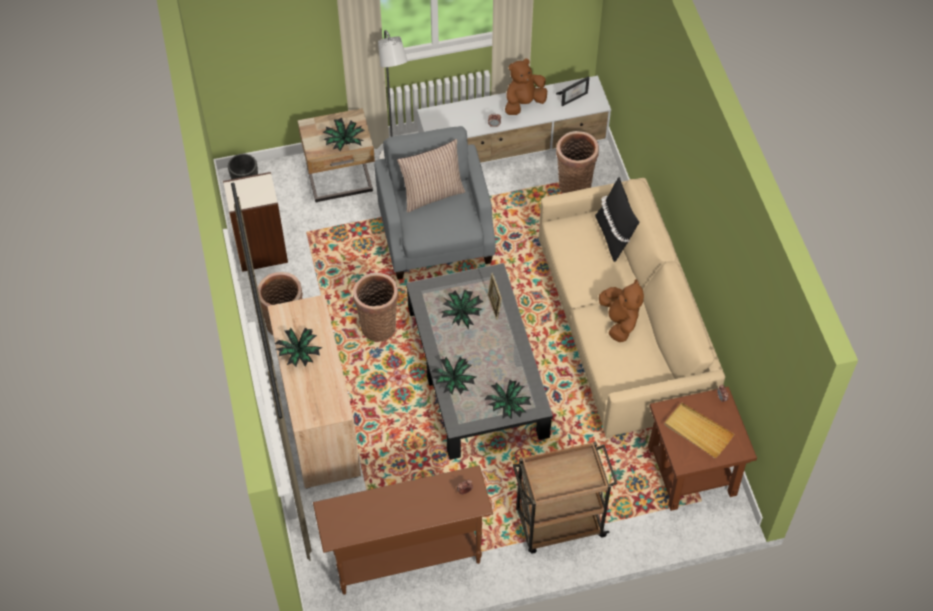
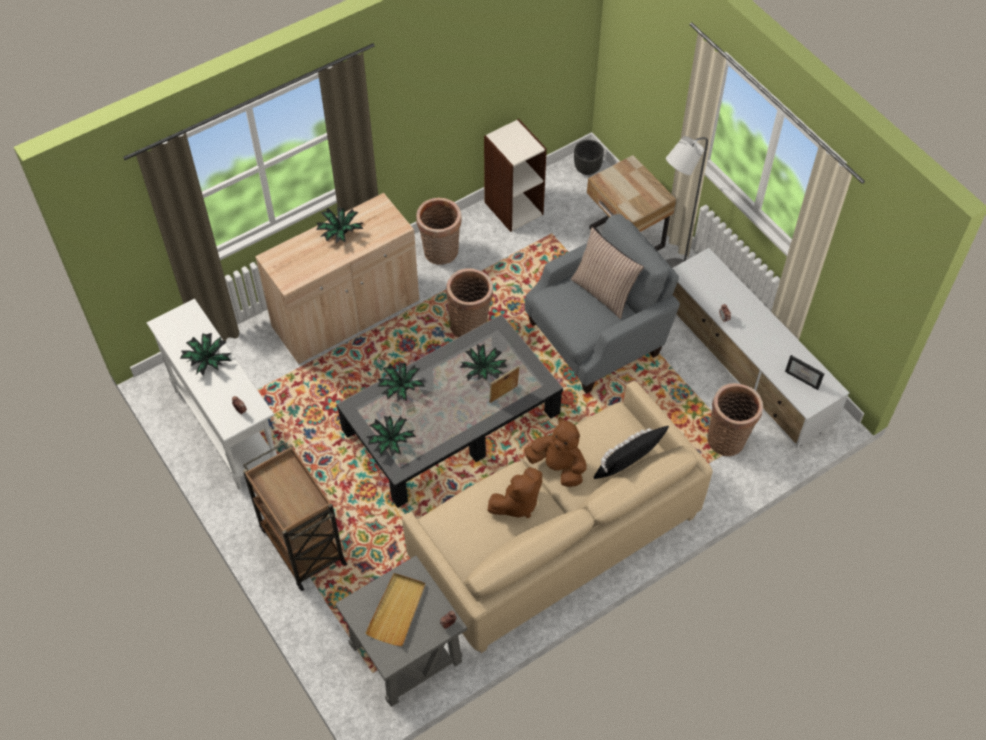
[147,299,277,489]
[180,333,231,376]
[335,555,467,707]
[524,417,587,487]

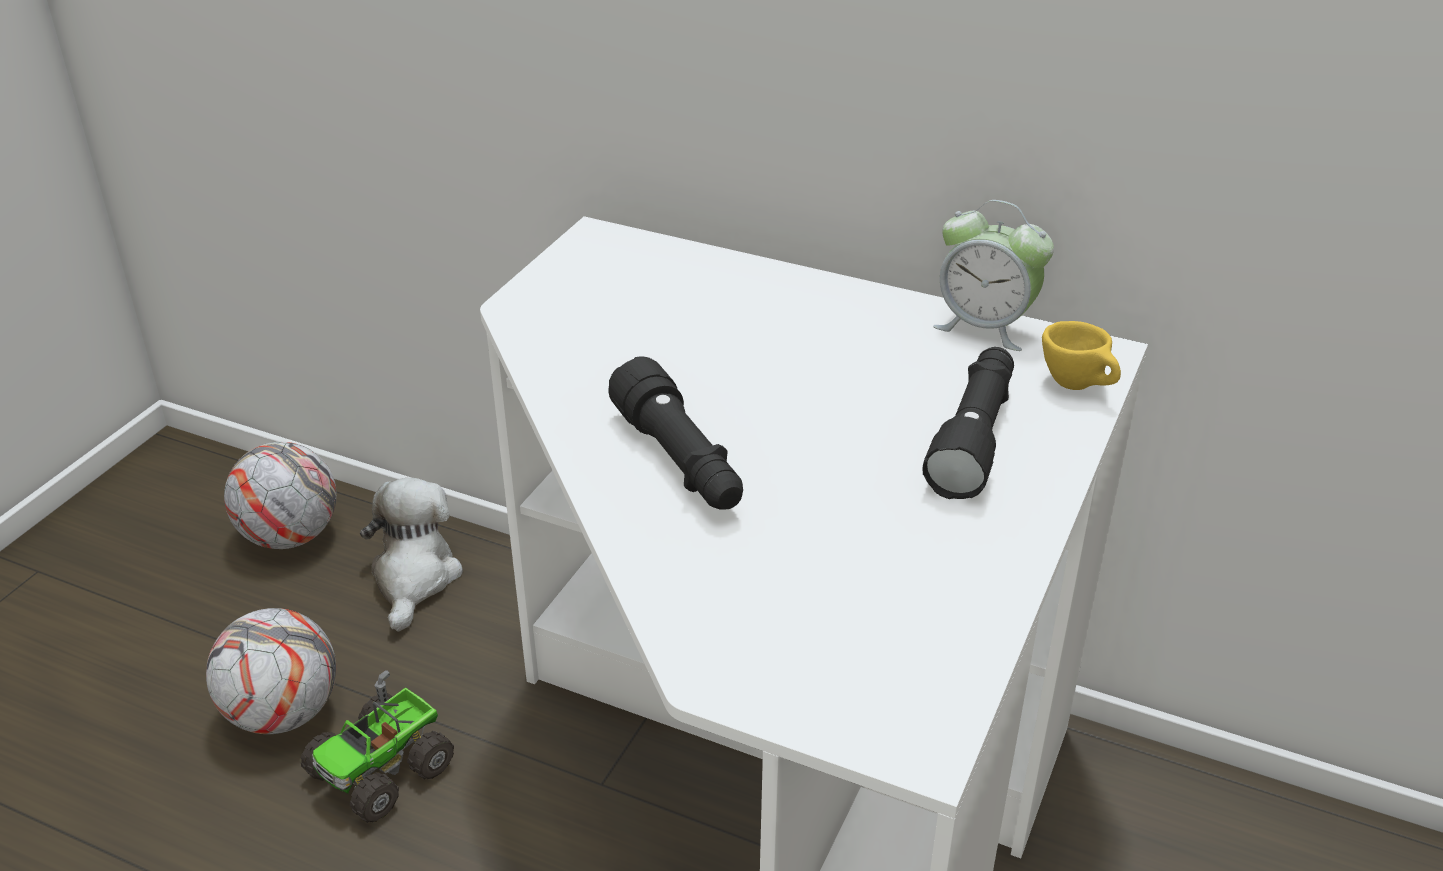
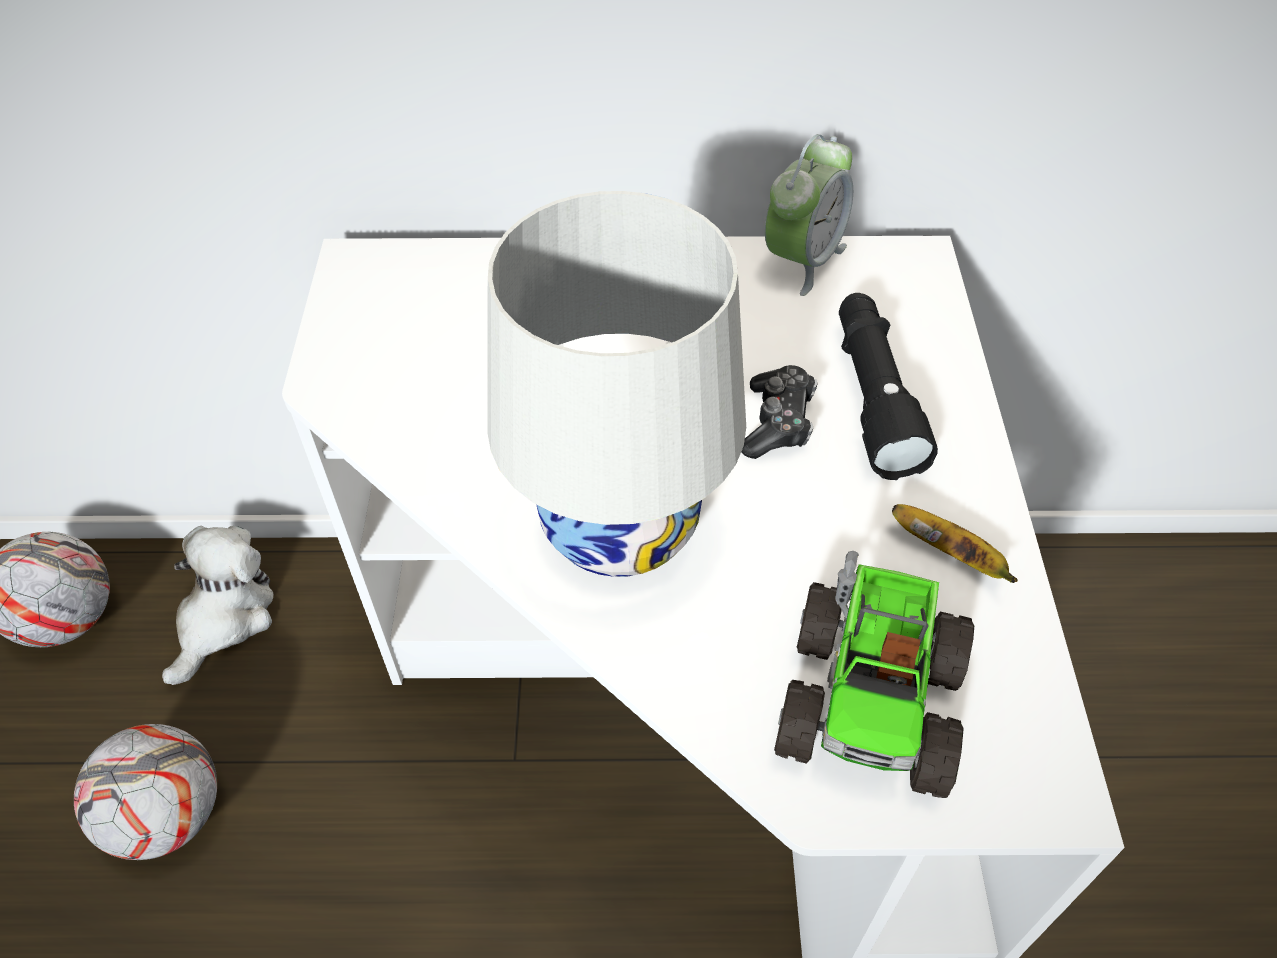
[162,526,274,685]
[487,191,746,577]
[741,365,818,459]
[765,134,853,296]
[774,551,974,798]
[892,504,1018,583]
[1042,321,1121,390] (first image)

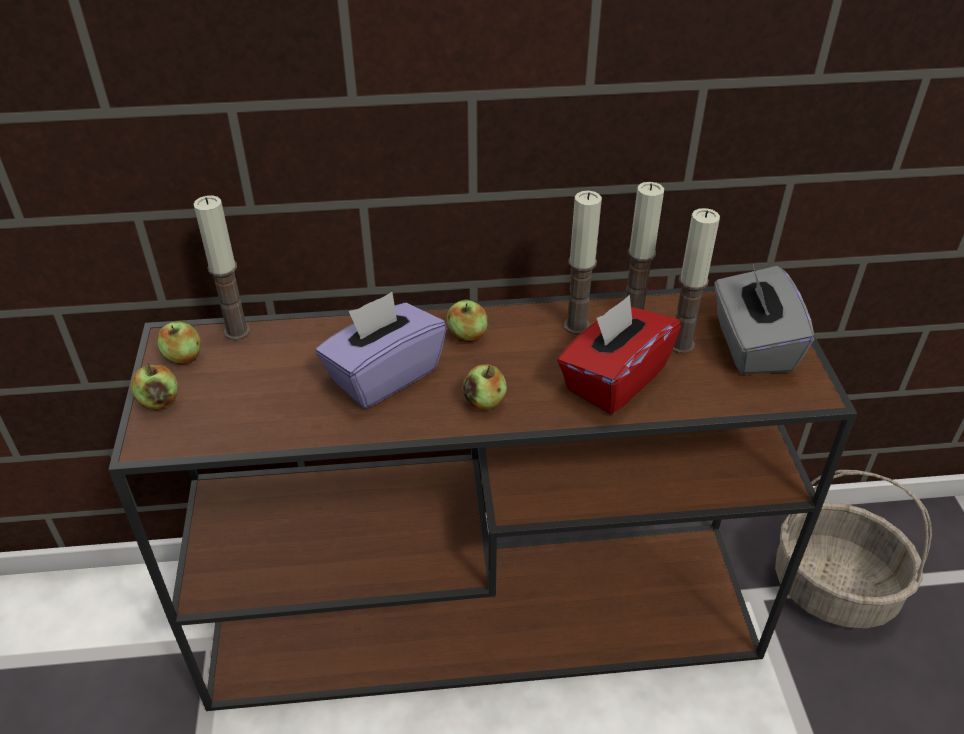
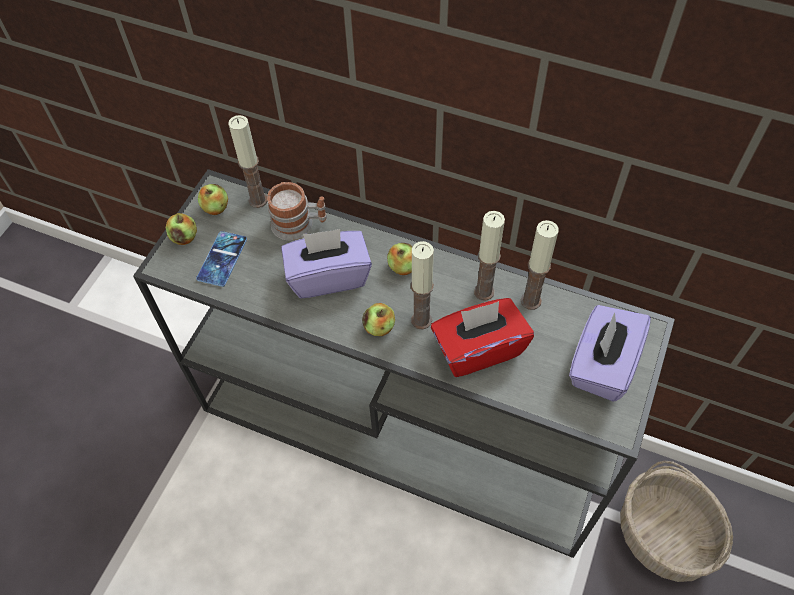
[133,169,675,558]
[196,231,247,287]
[267,182,327,240]
[411,241,434,330]
[569,305,651,401]

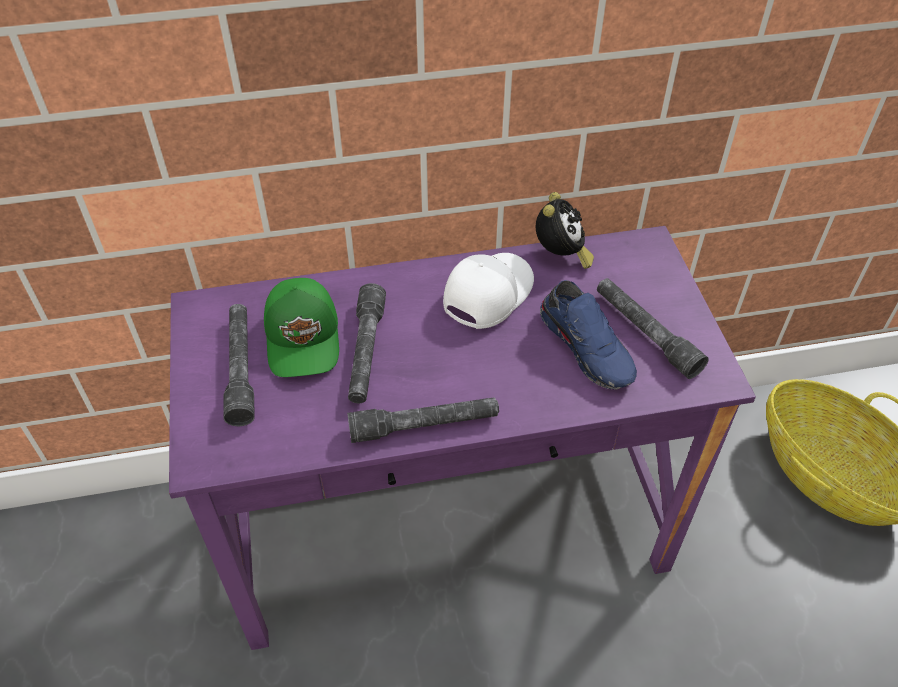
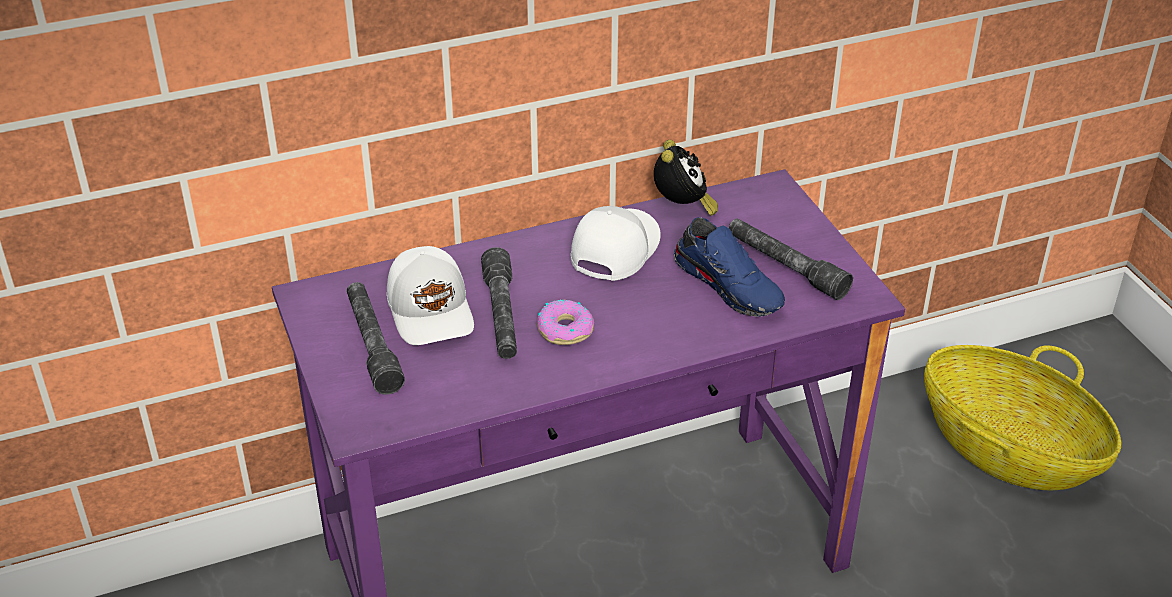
[387,246,474,345]
[537,299,594,345]
[347,397,499,443] (first image)

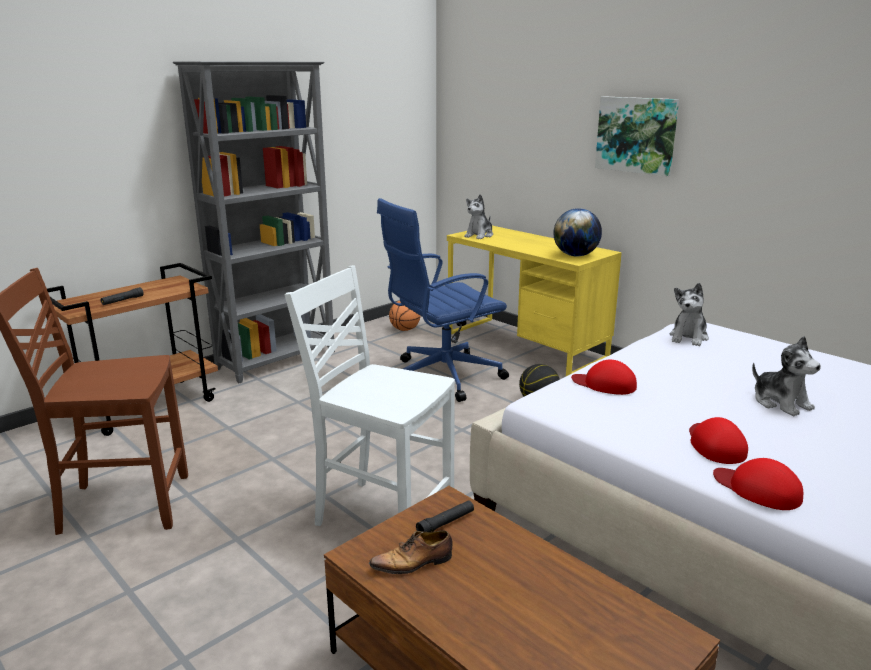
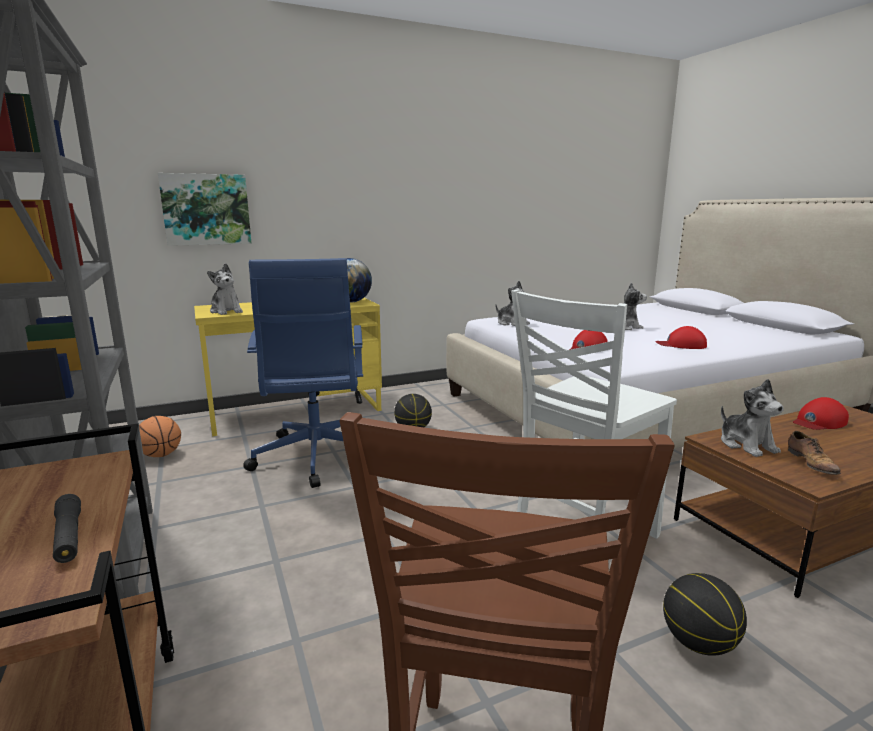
[158,173,252,246]
[663,573,747,656]
[721,379,784,457]
[793,397,849,430]

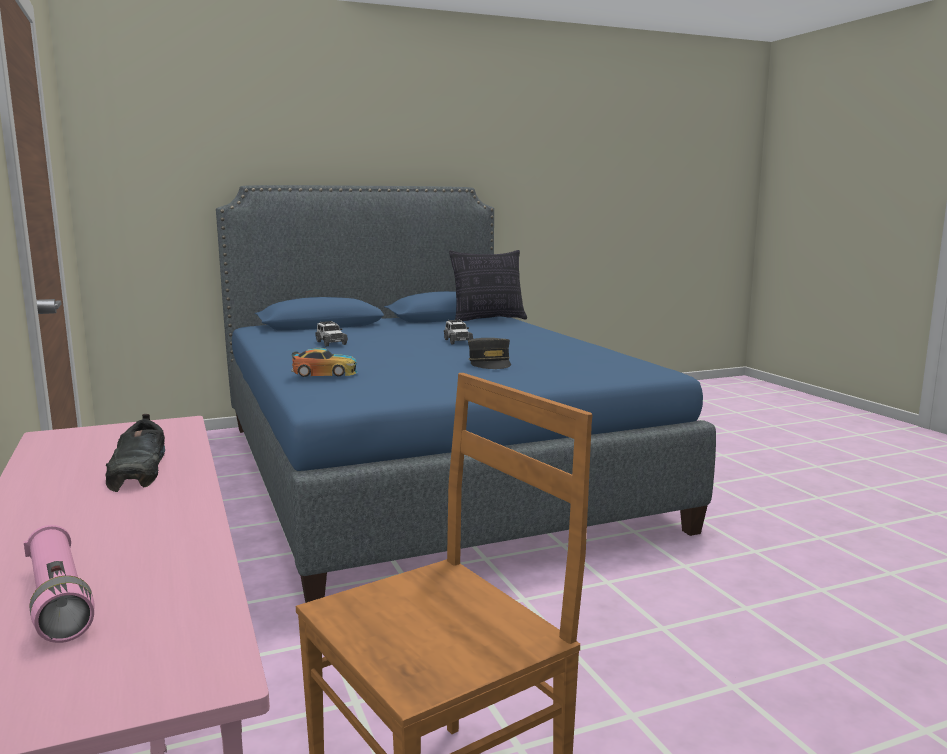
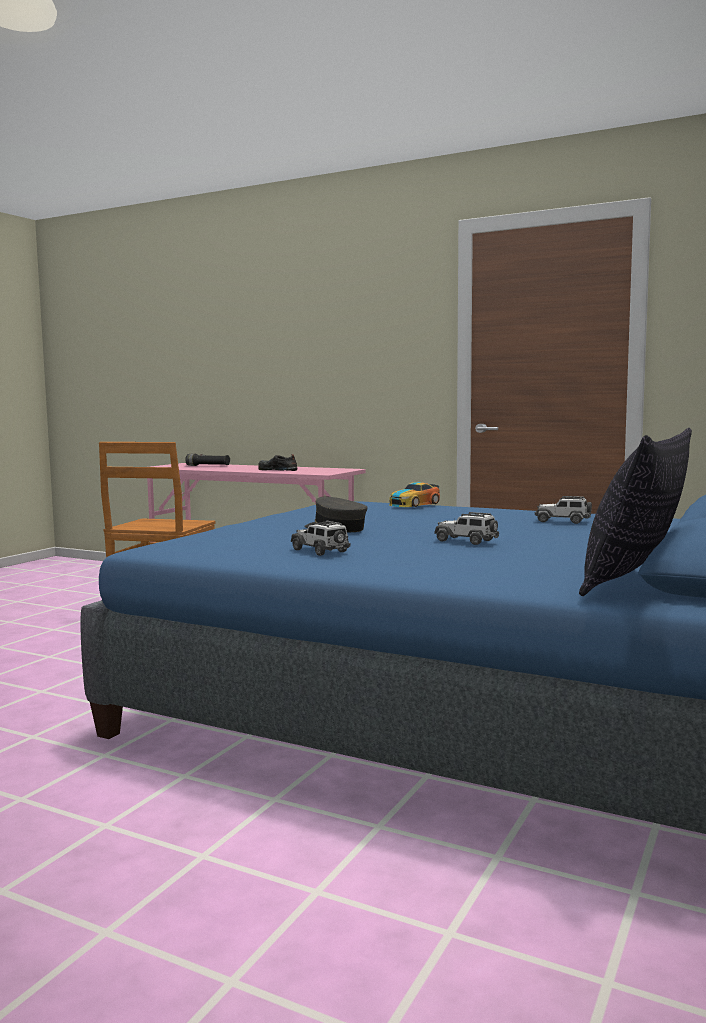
[185,454,230,466]
[291,521,350,556]

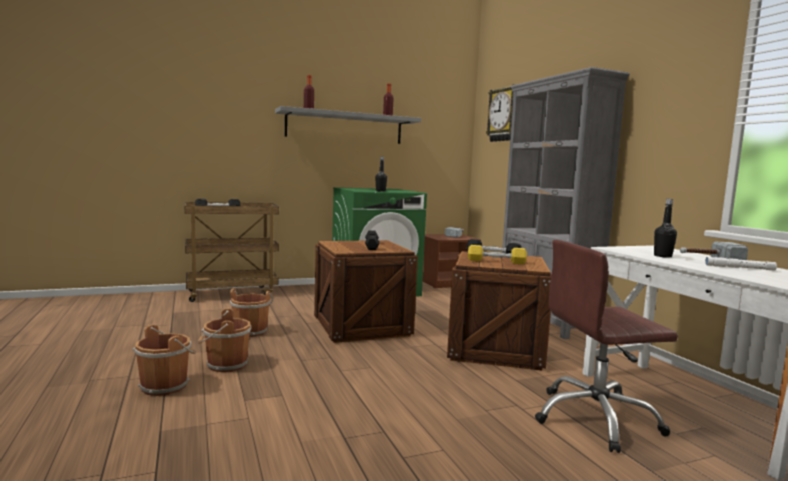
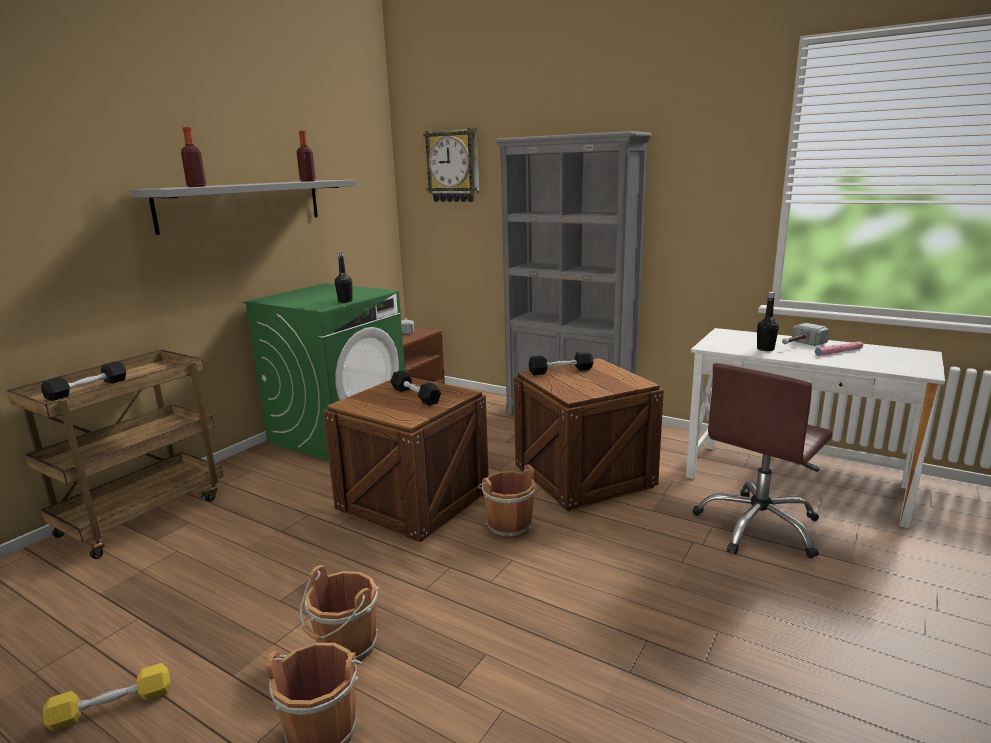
[42,663,170,731]
[478,465,536,538]
[815,341,863,356]

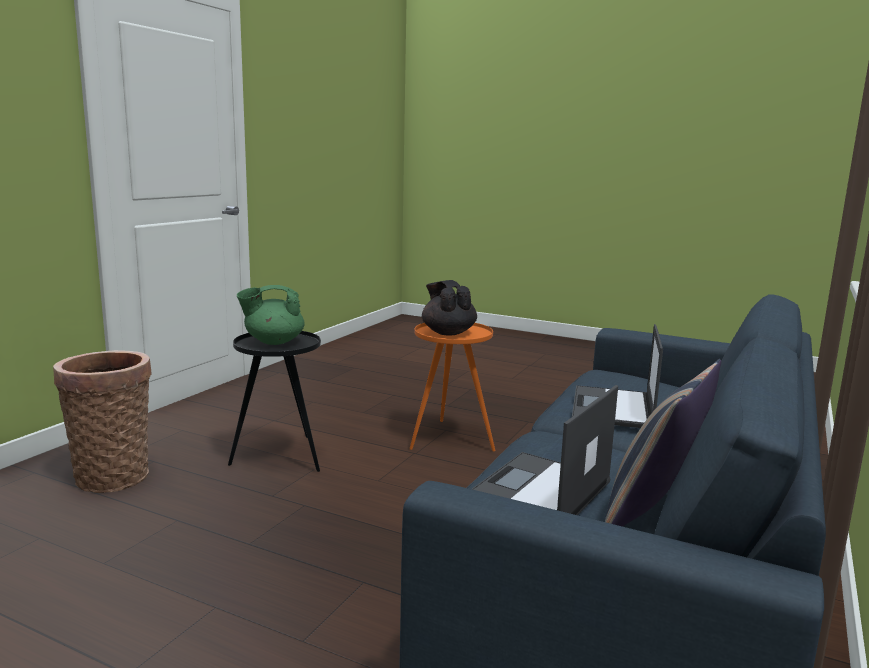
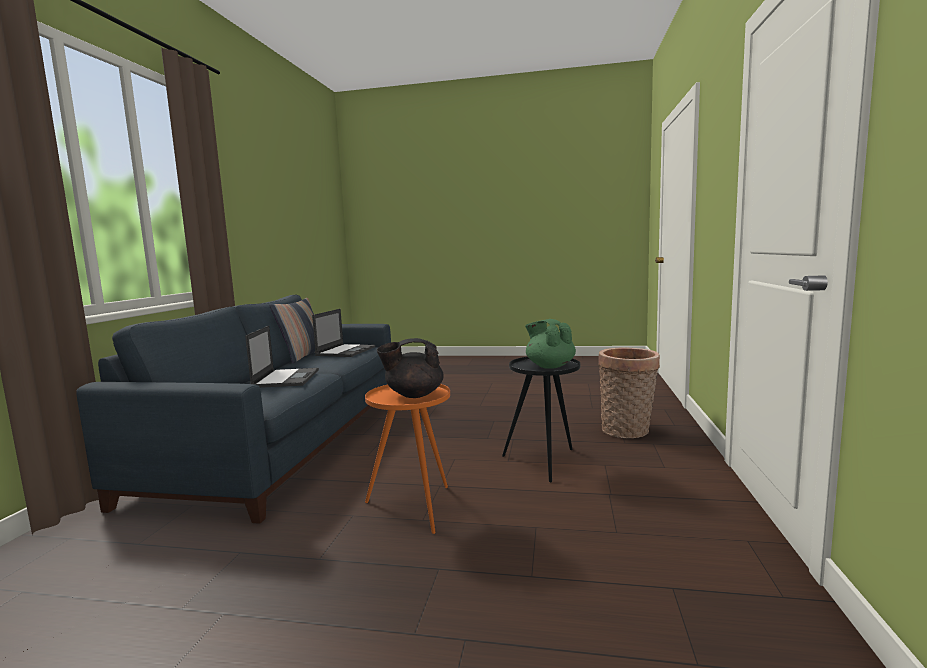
[377,338,444,398]
[525,319,576,369]

